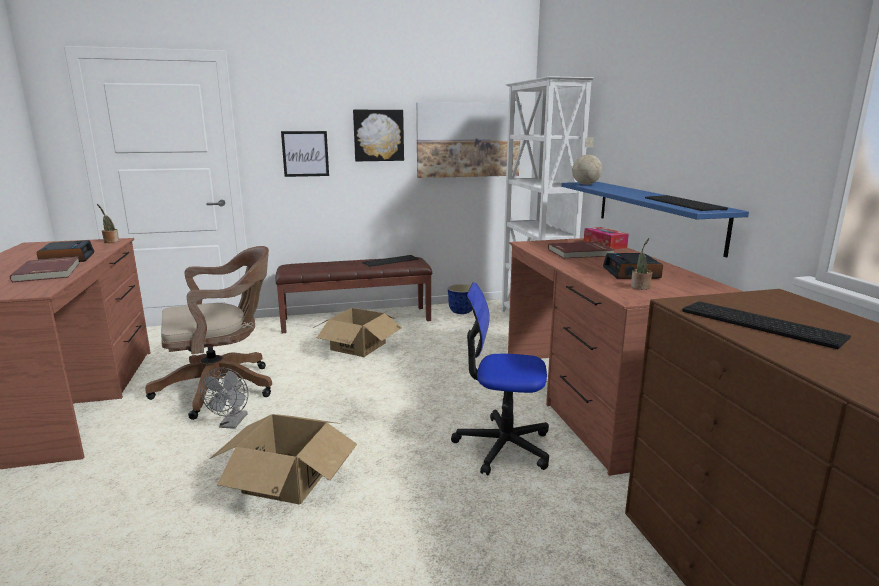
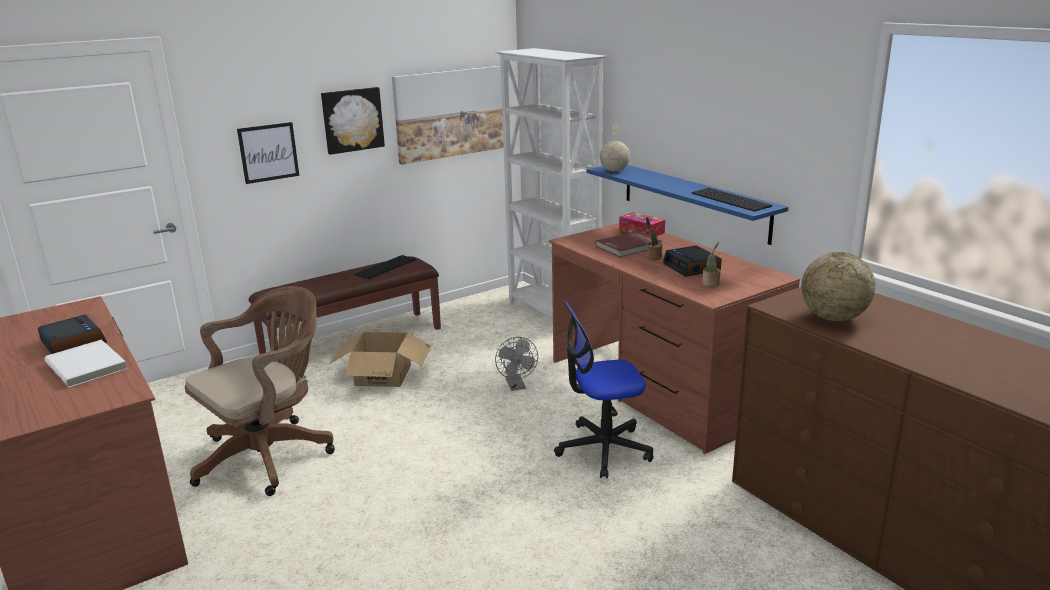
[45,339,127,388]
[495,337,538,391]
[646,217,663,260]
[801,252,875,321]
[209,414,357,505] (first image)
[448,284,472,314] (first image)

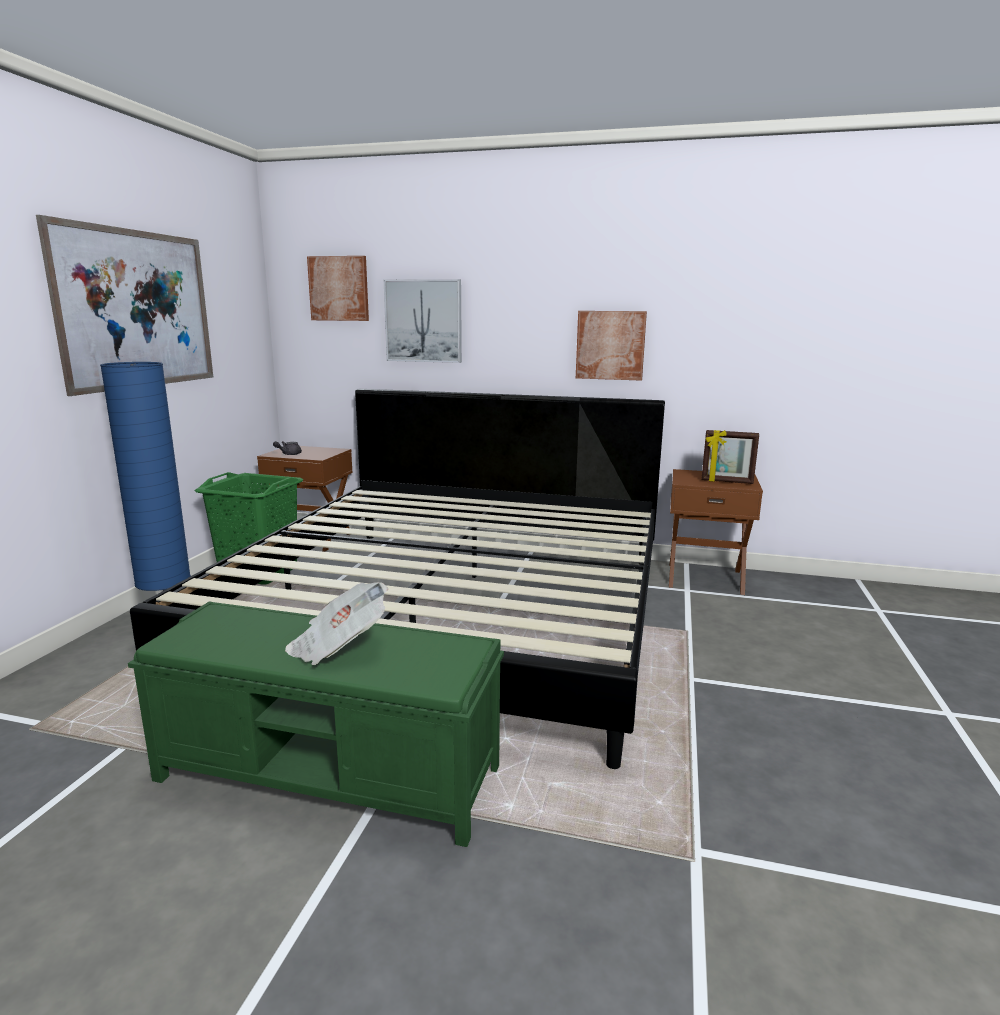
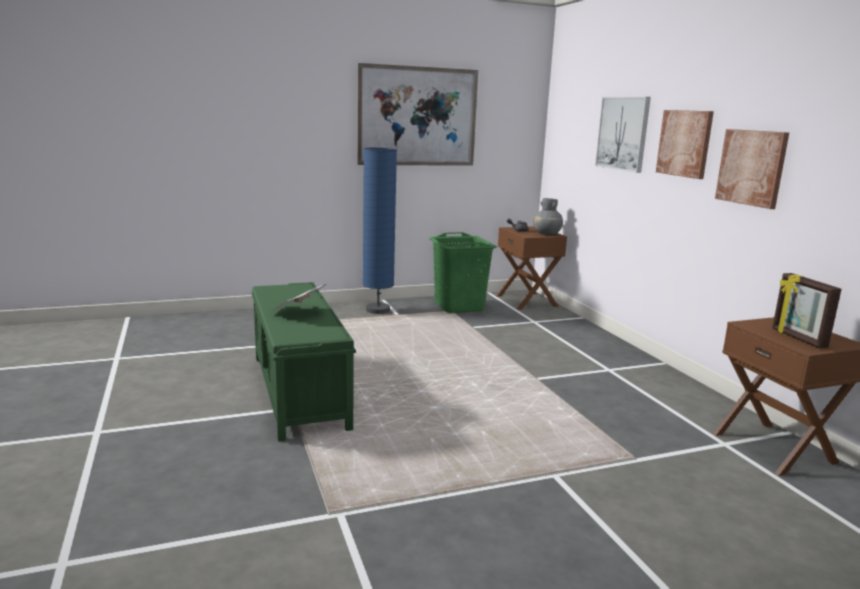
[533,198,563,235]
[656,110,714,179]
[130,389,665,769] (first image)

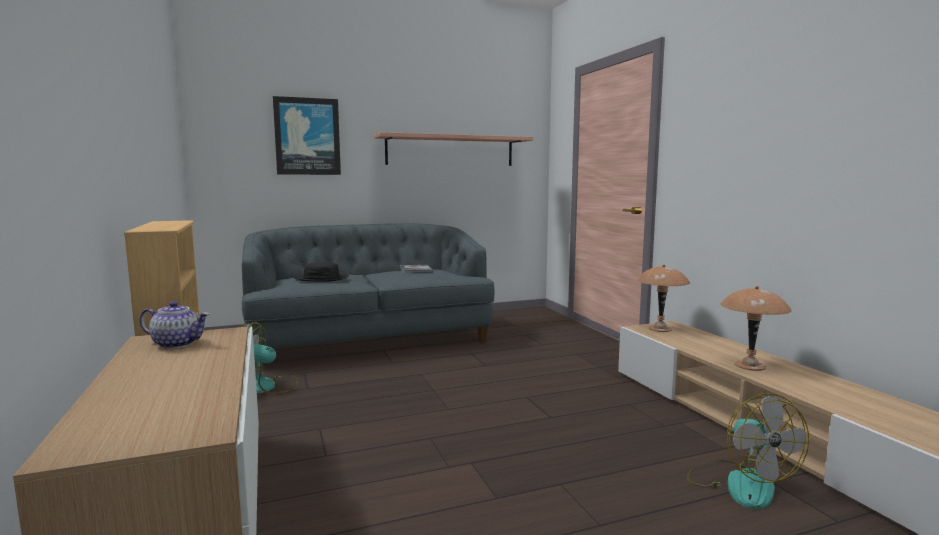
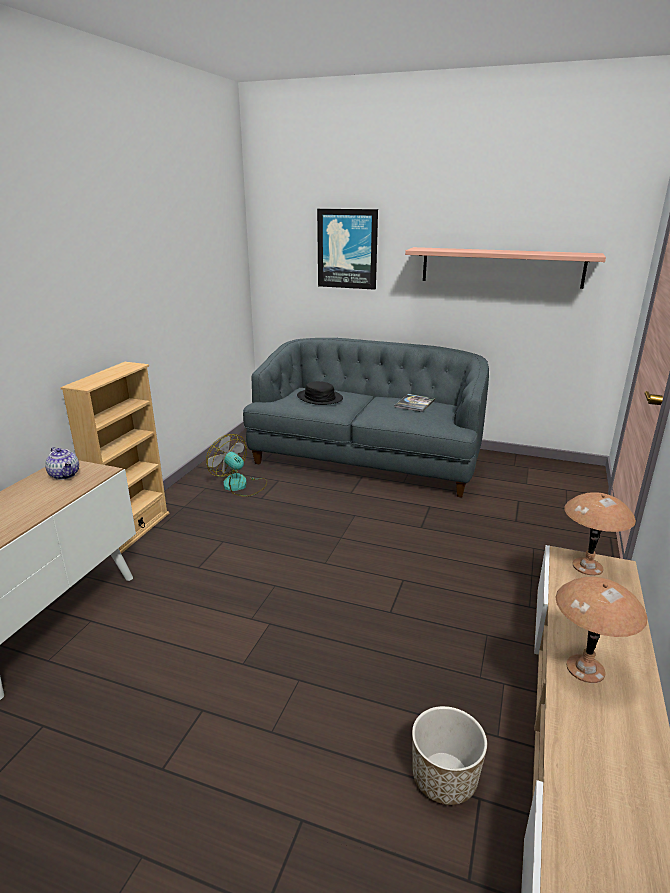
[412,706,487,805]

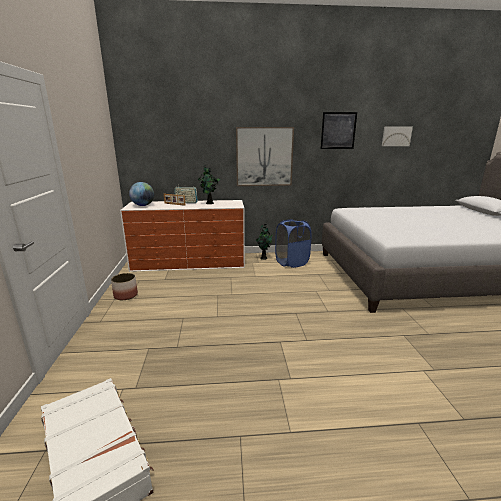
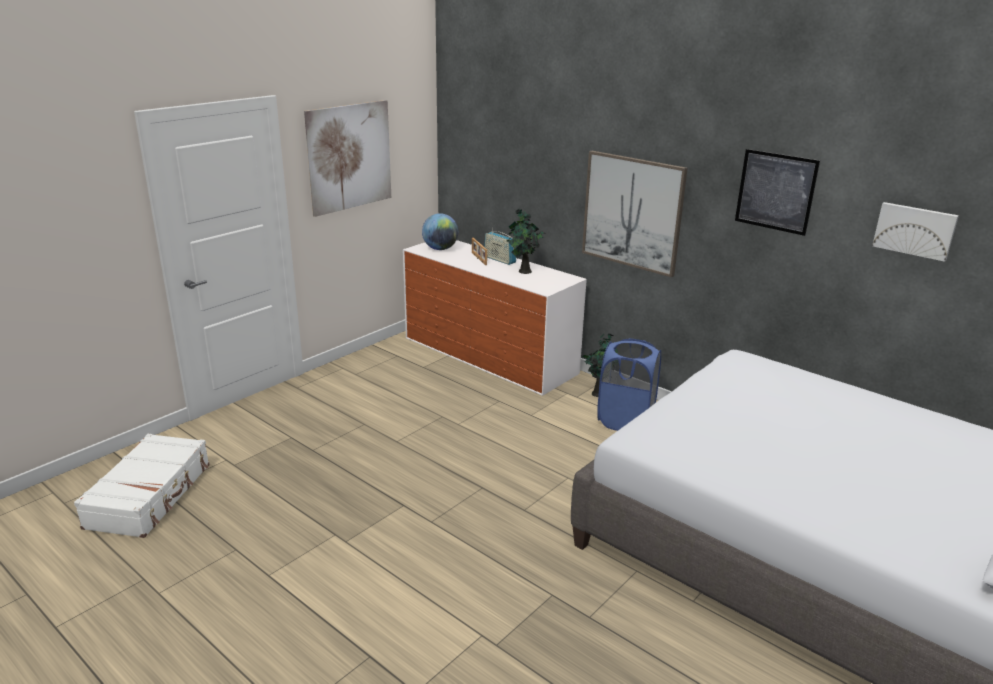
[304,100,391,217]
[111,273,138,300] (first image)

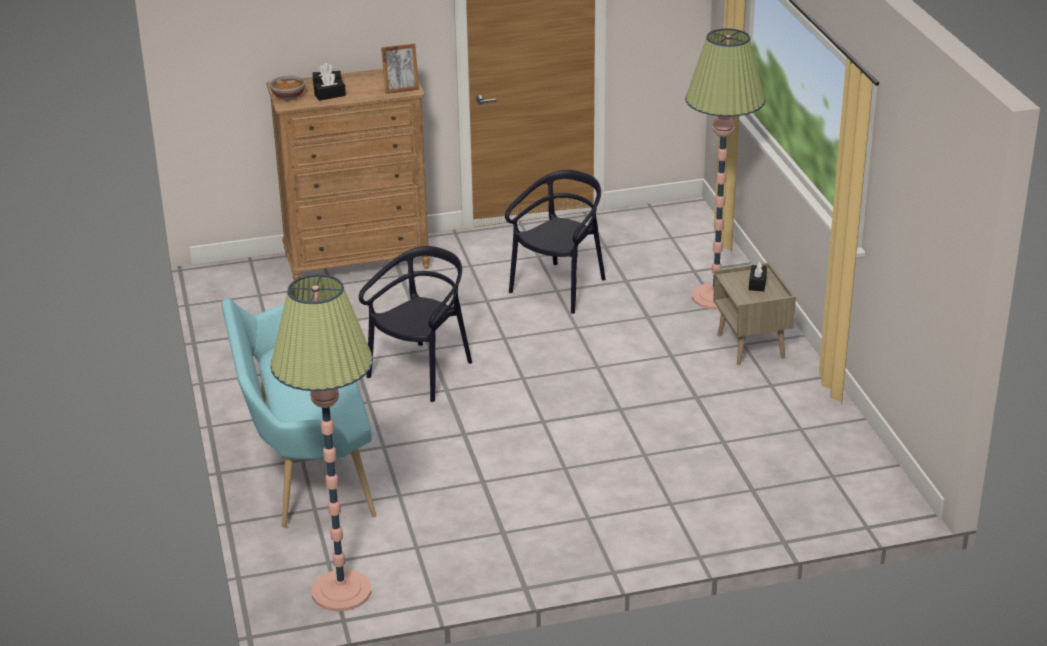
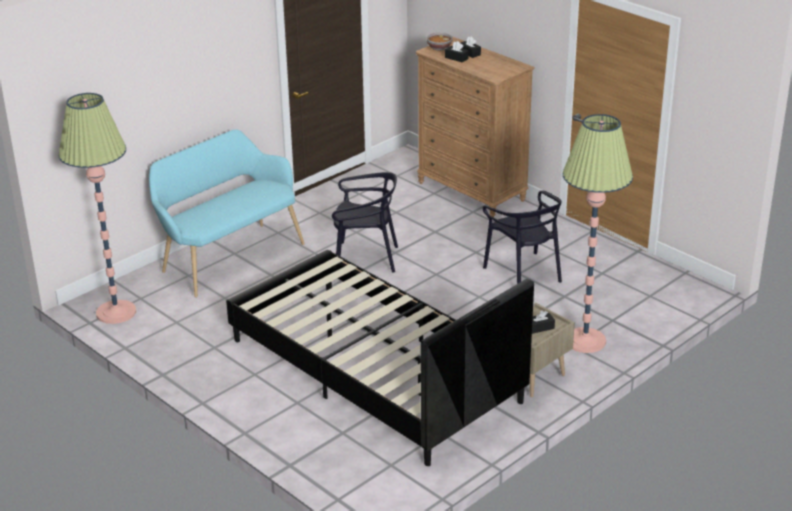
[226,250,534,466]
[483,191,562,284]
[381,43,419,94] (first image)

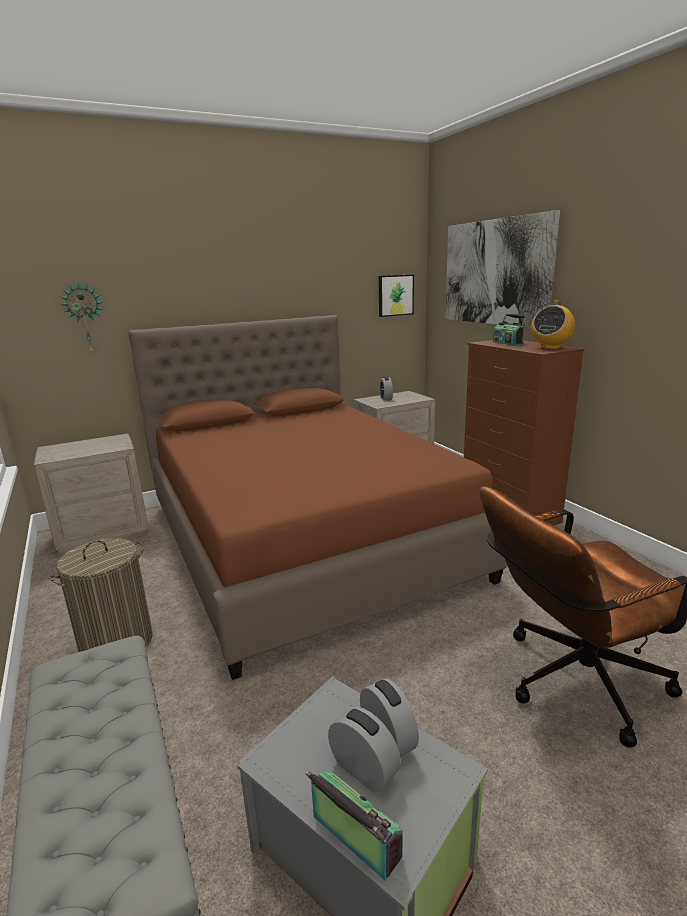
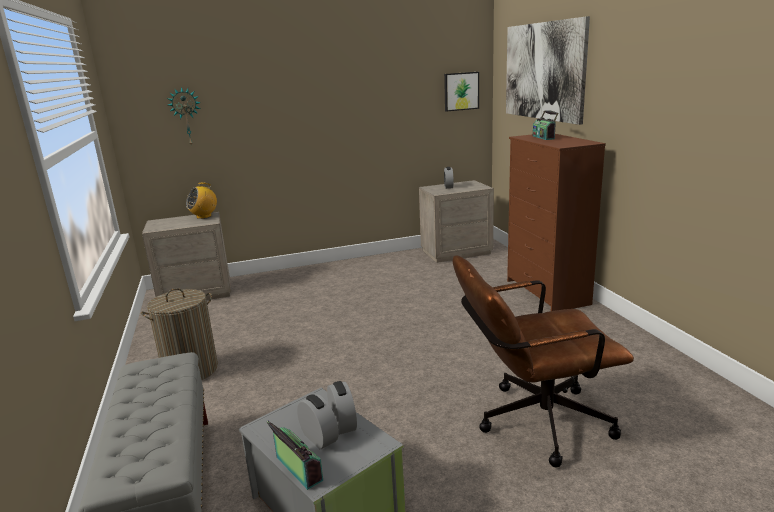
[186,182,217,219]
[128,315,507,680] (first image)

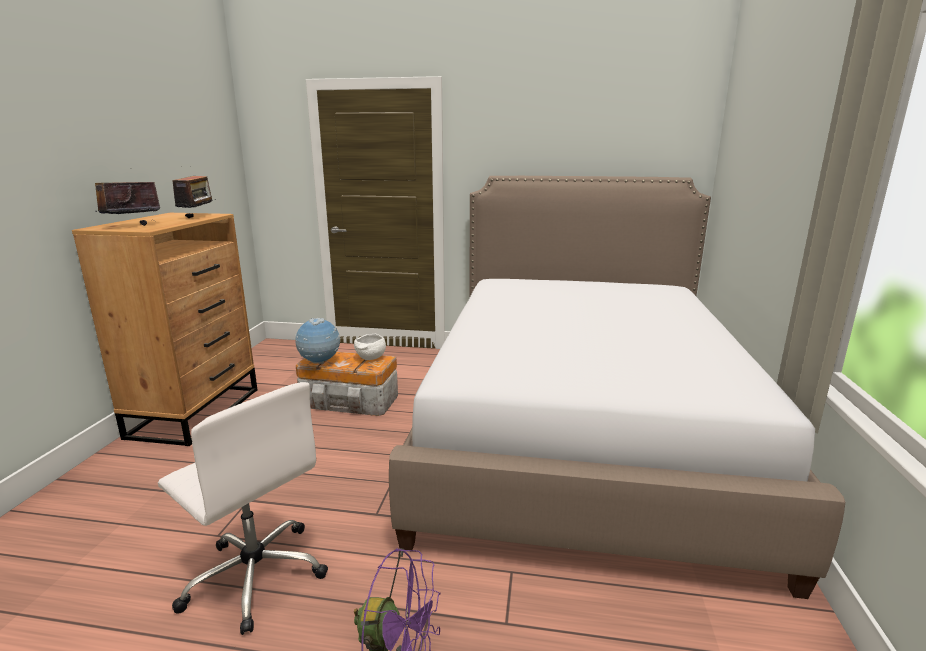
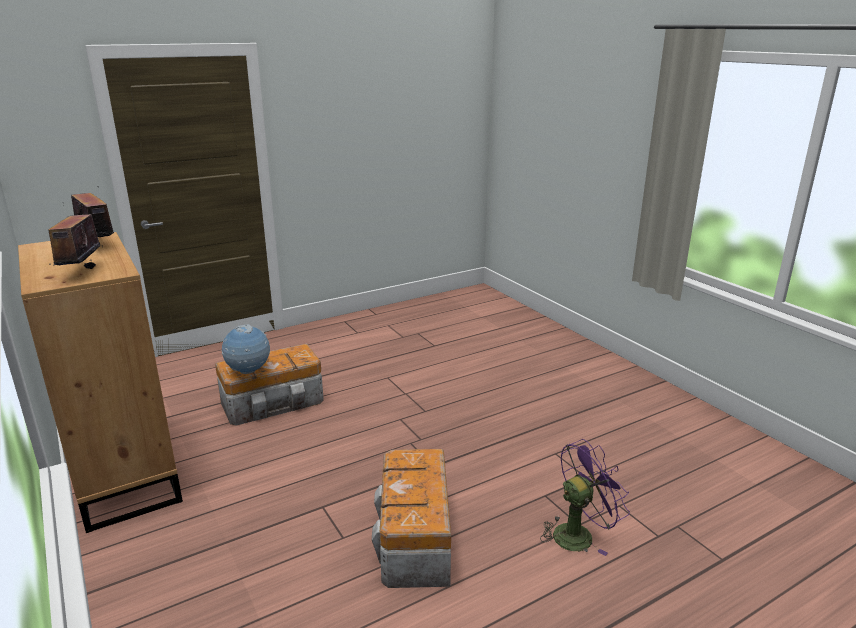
[372,449,451,588]
[354,334,386,360] (first image)
[389,176,845,599] (first image)

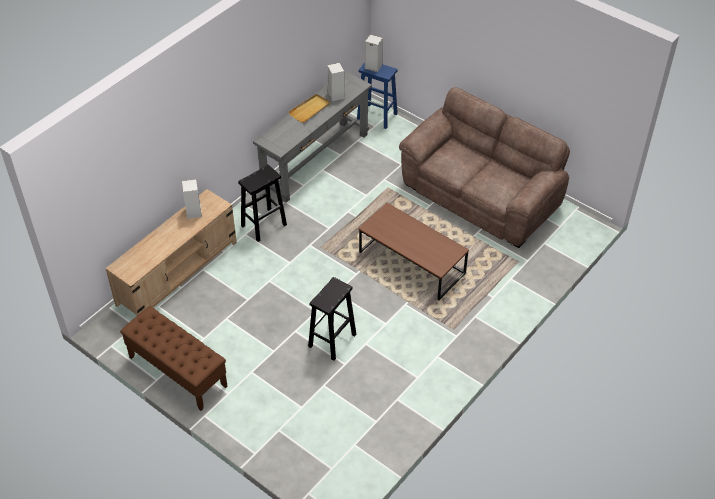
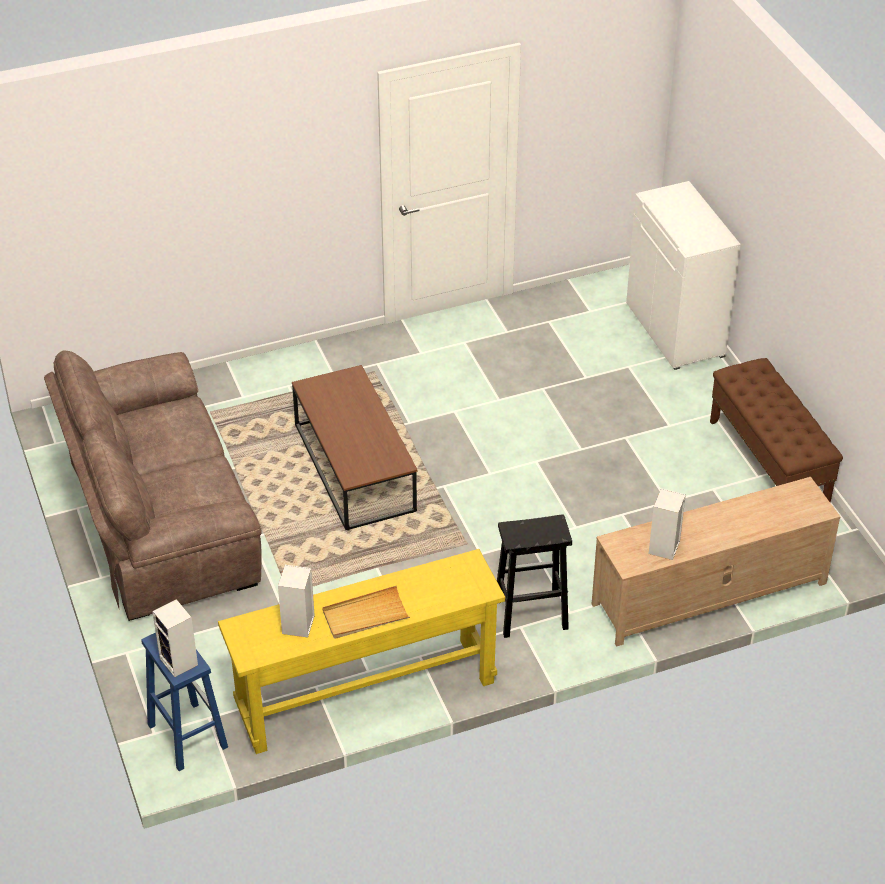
[218,549,505,754]
[626,181,741,370]
[308,277,356,361] (first image)

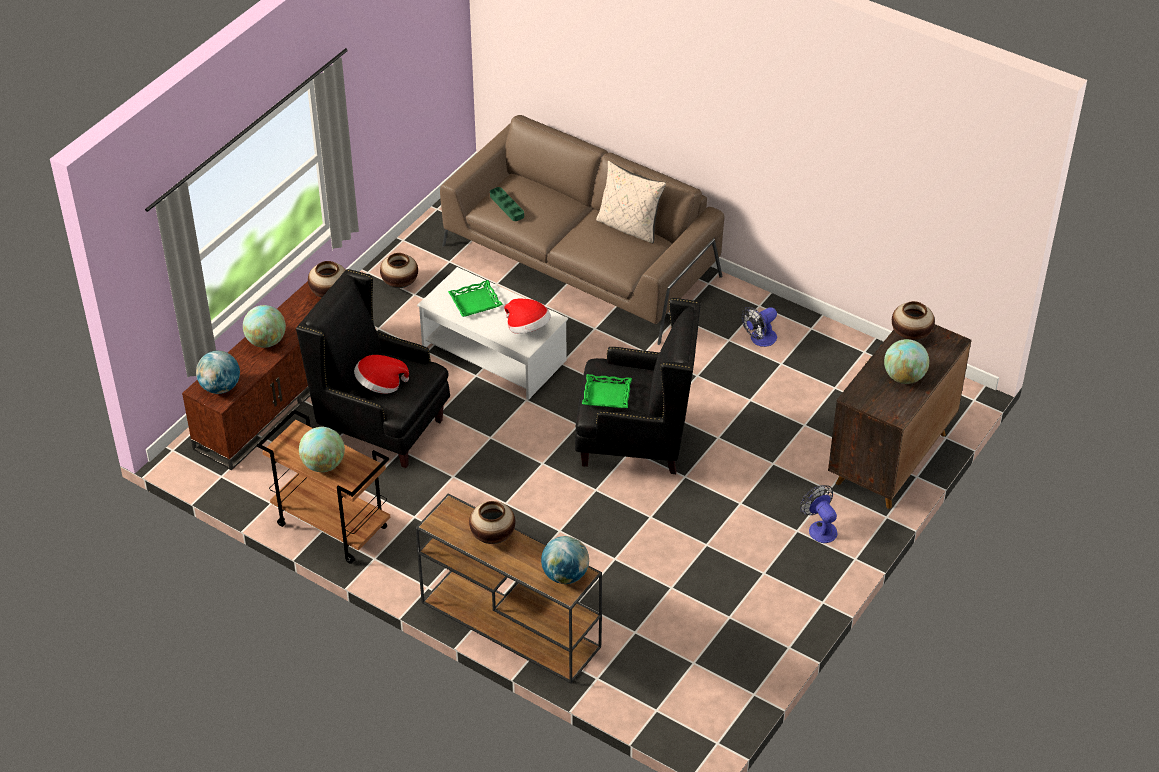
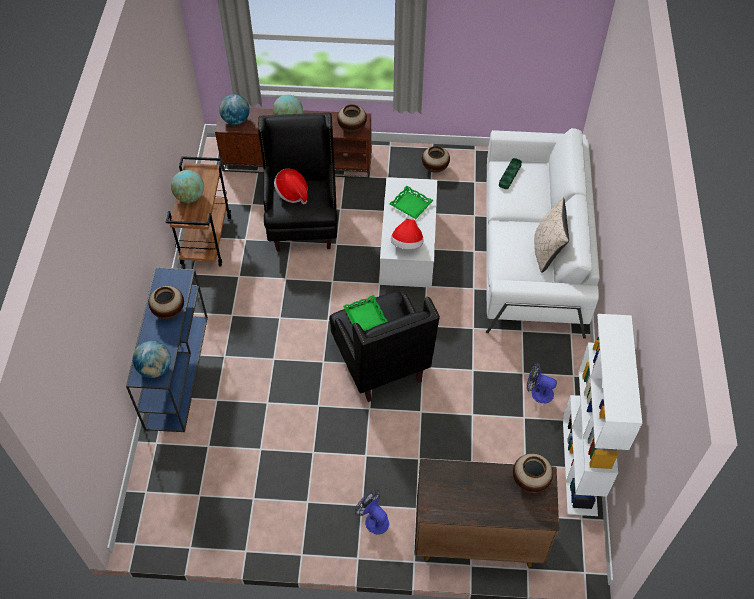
[126,267,208,432]
[355,490,389,535]
[486,128,600,339]
[563,314,642,516]
[884,339,929,384] (first image)

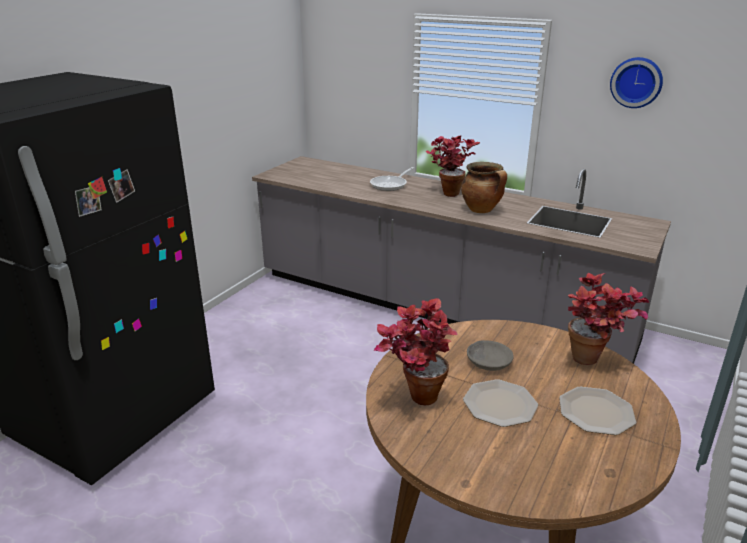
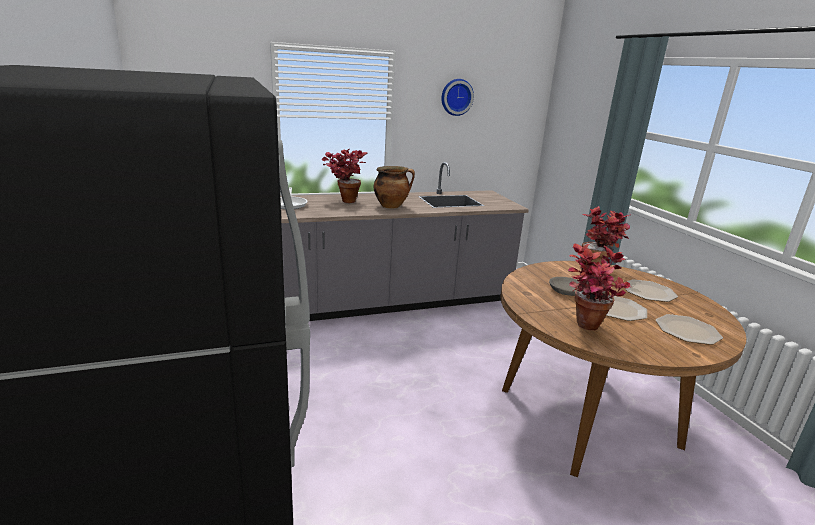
[656,314,723,345]

